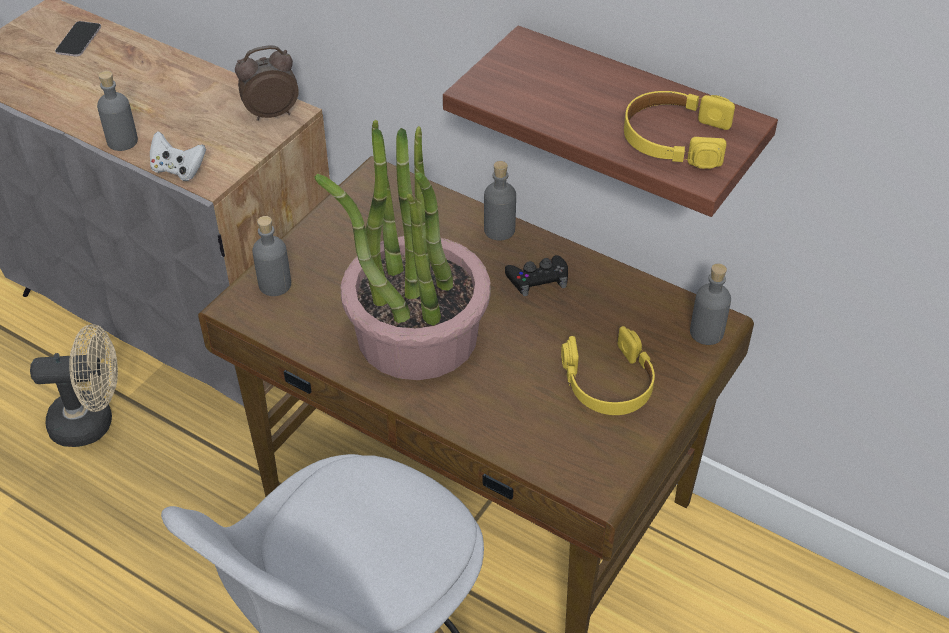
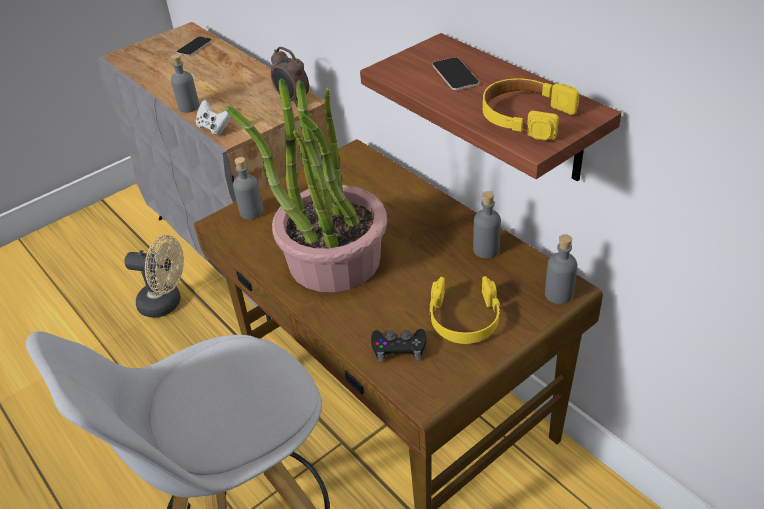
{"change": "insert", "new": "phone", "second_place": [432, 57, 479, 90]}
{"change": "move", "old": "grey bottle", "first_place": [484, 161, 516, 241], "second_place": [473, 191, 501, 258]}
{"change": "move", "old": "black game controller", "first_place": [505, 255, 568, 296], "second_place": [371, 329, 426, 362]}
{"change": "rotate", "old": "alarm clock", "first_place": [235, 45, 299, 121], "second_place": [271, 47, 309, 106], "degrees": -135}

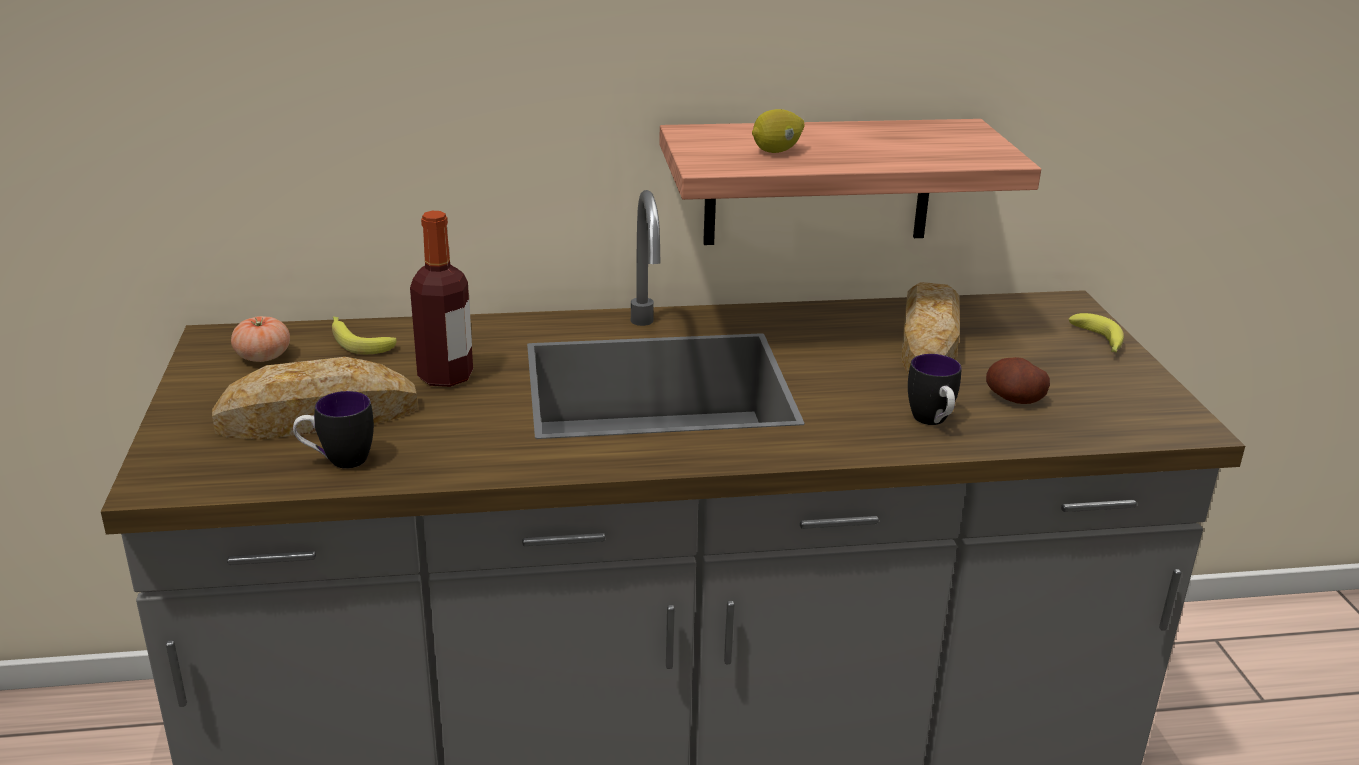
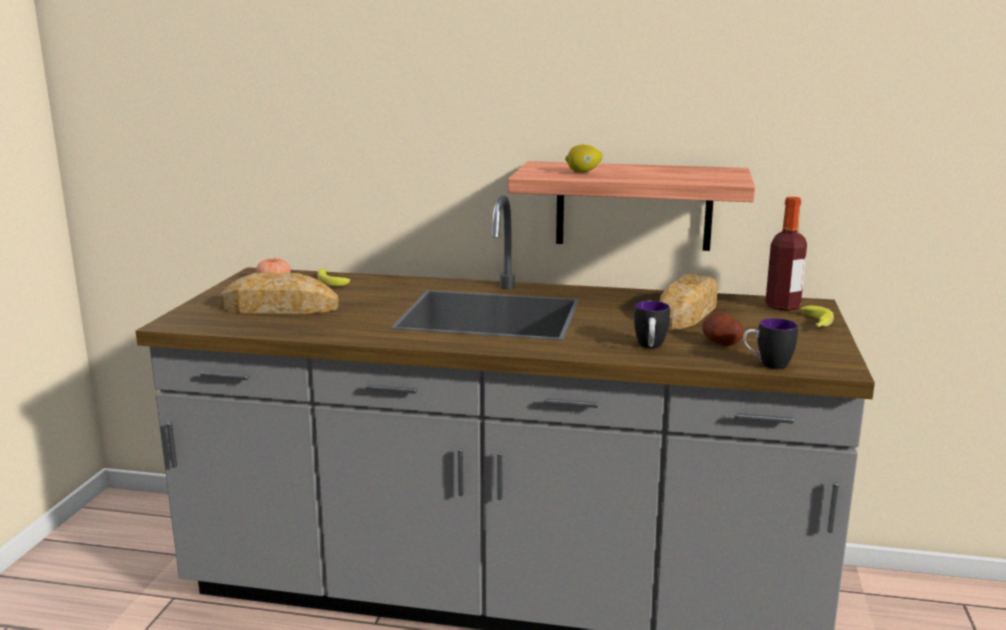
{"change": "move", "old": "mug", "first_place": [293, 391, 374, 469], "second_place": [743, 318, 798, 369]}
{"change": "move", "old": "bottle", "first_place": [410, 211, 473, 387], "second_place": [765, 197, 807, 311]}

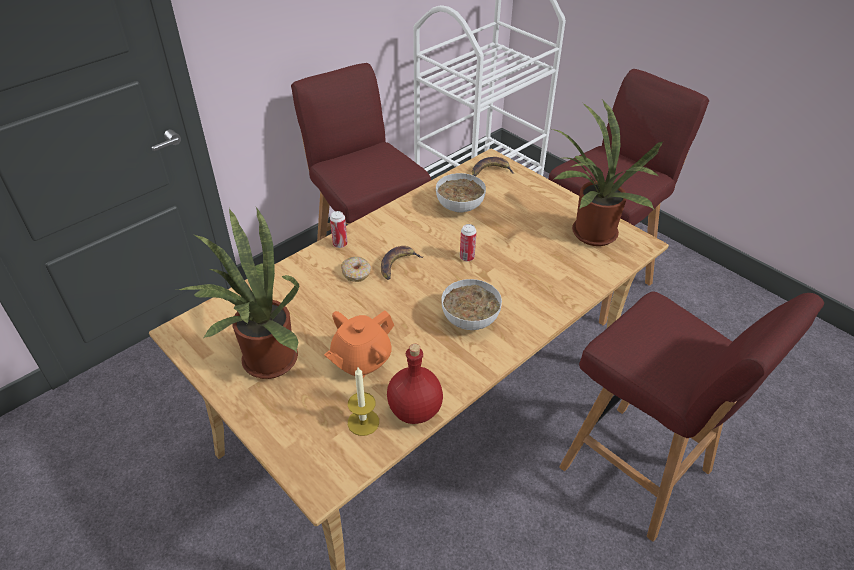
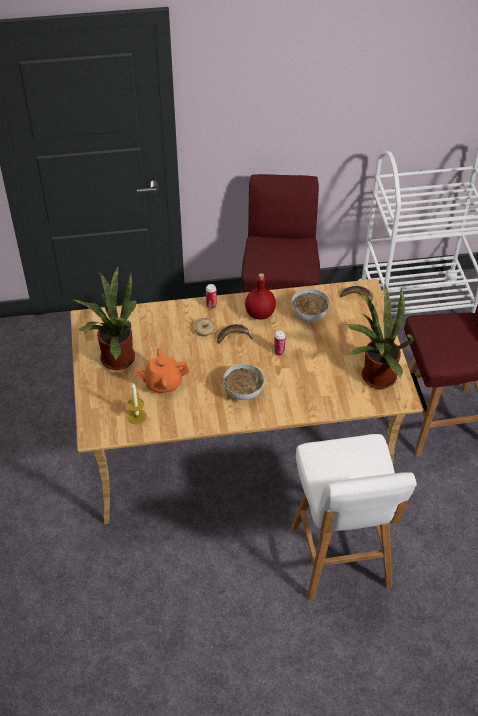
{"change": "move", "old": "red bottle", "first_place": [387, 344, 443, 424], "second_place": [245, 273, 276, 320]}
{"change": "recolor", "old": "red stool", "new": "white stool", "first_place": [559, 291, 824, 542], "second_place": [291, 434, 417, 600]}

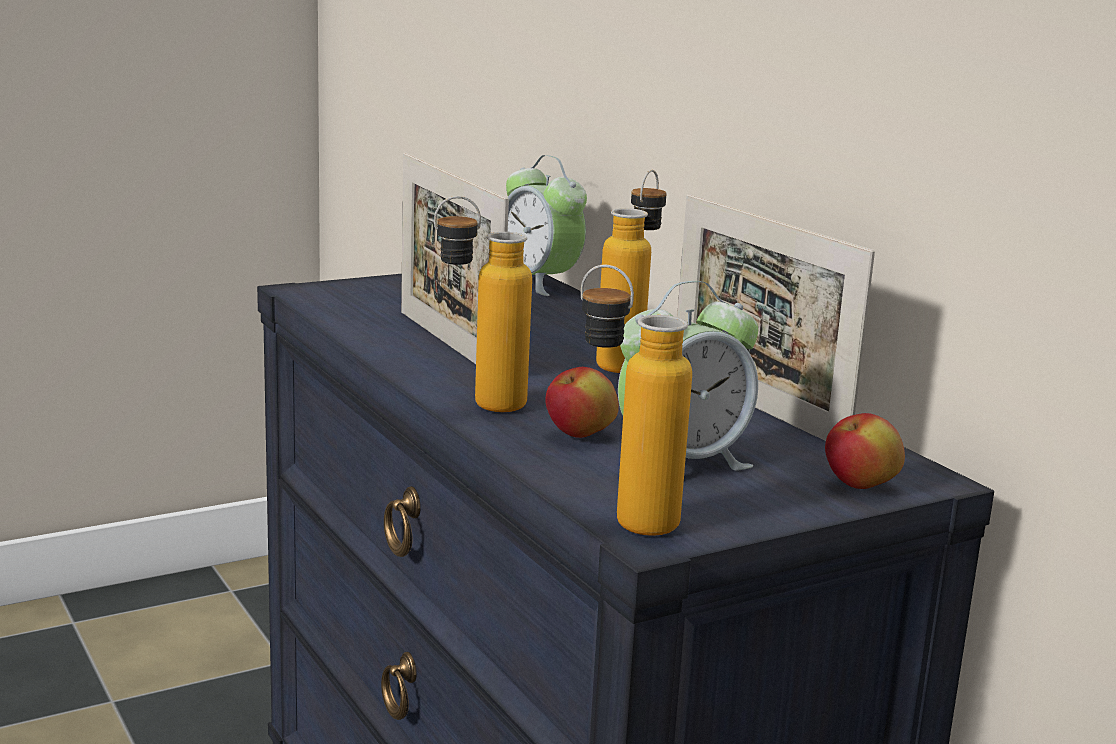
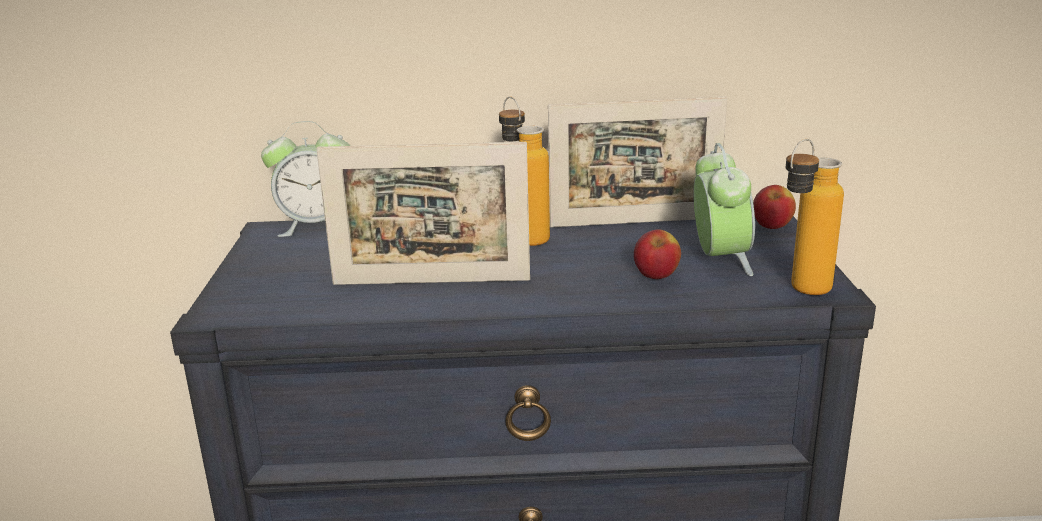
{"change": "delete", "old": "bottle", "first_place": [434, 196, 532, 412]}

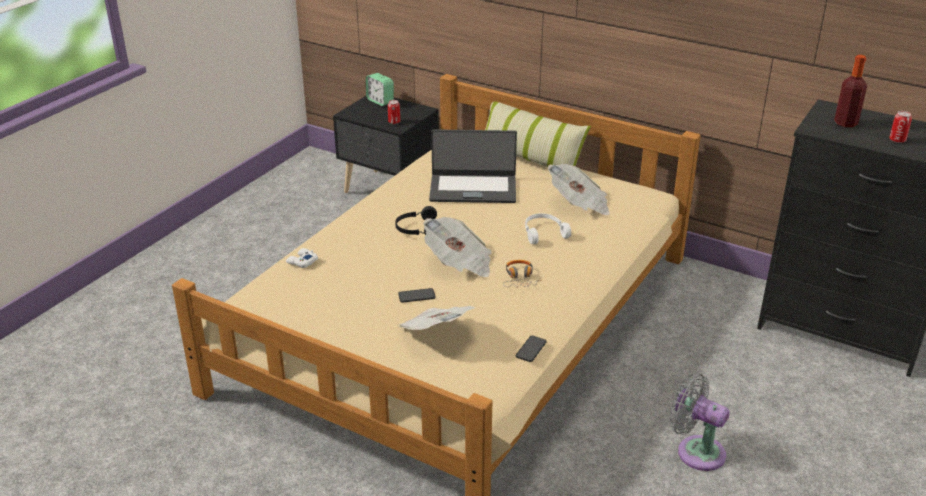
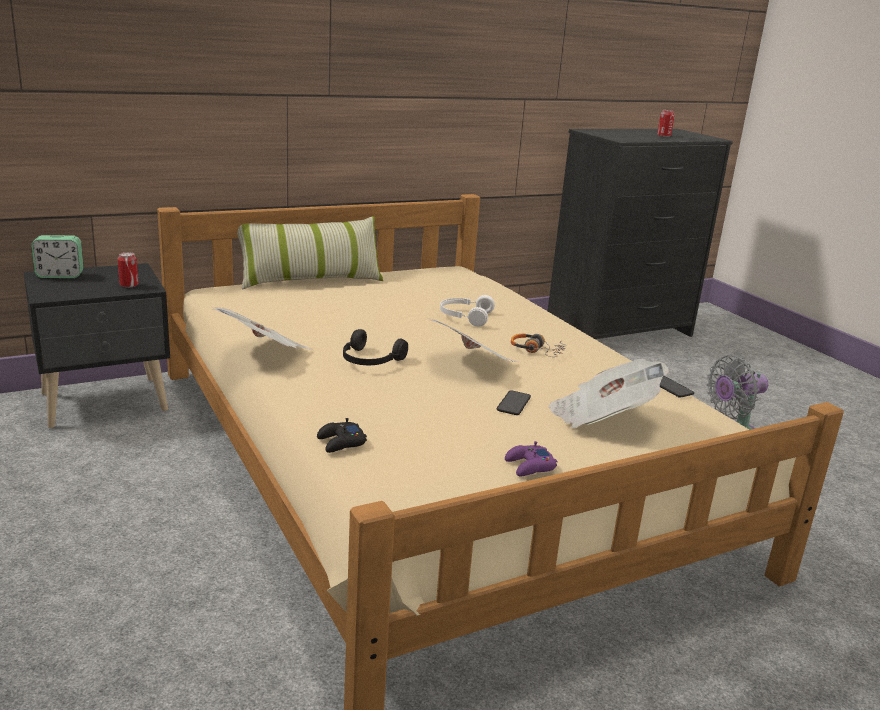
{"change": "delete", "old": "laptop", "first_place": [429, 129, 517, 203]}
{"change": "delete", "old": "bottle", "first_place": [834, 55, 867, 127]}
{"change": "insert", "new": "purple game controller", "second_place": [505, 441, 557, 476]}
{"change": "move", "old": "newspaper", "first_place": [548, 164, 610, 215], "second_place": [213, 308, 313, 349]}
{"change": "recolor", "old": "white game controller", "new": "black game controller", "first_place": [286, 248, 318, 268], "second_place": [317, 418, 367, 453]}

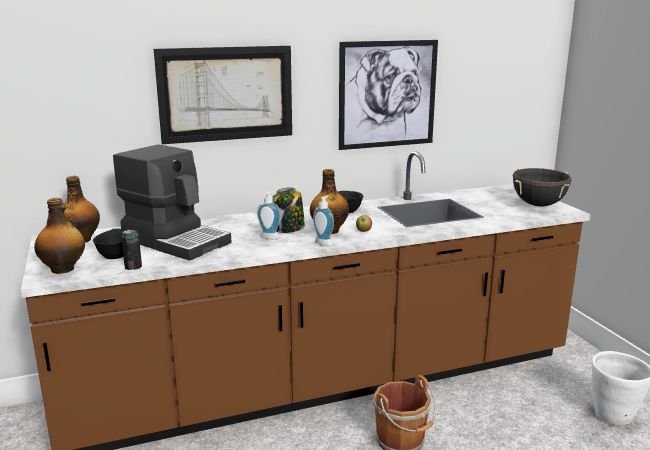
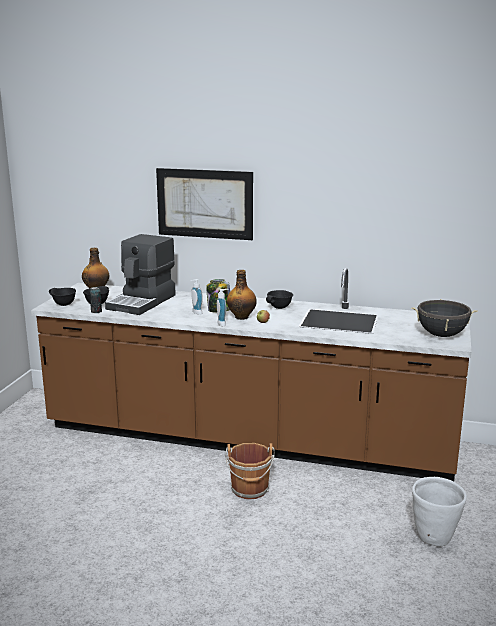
{"change": "delete", "old": "picture", "first_place": [339, 40, 438, 150]}
{"change": "replace", "old": "bottle", "new": "black bowl", "first_place": [34, 198, 85, 274], "second_place": [49, 288, 76, 306]}
{"change": "rotate", "old": "coffee machine", "first_place": [113, 145, 232, 261], "second_place": [105, 234, 176, 315], "degrees": 45}

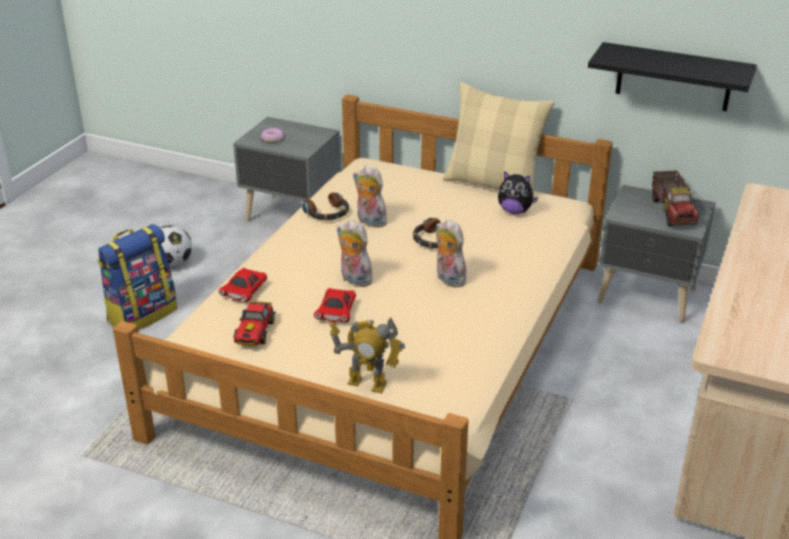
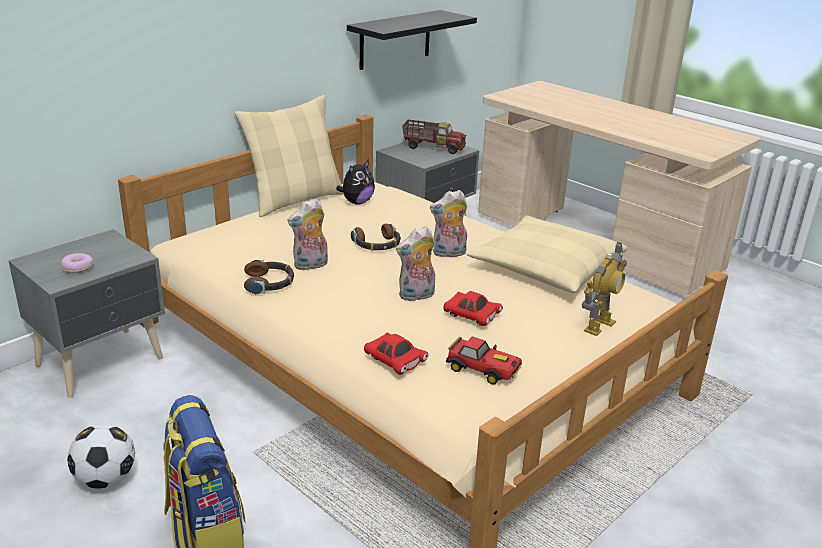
{"change": "insert", "new": "beige pillow", "second_place": [467, 216, 628, 293]}

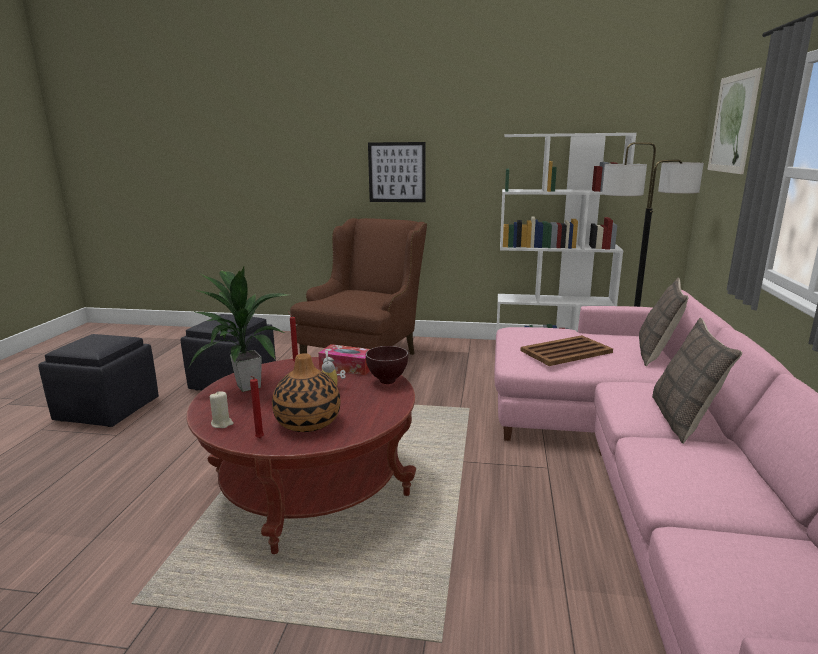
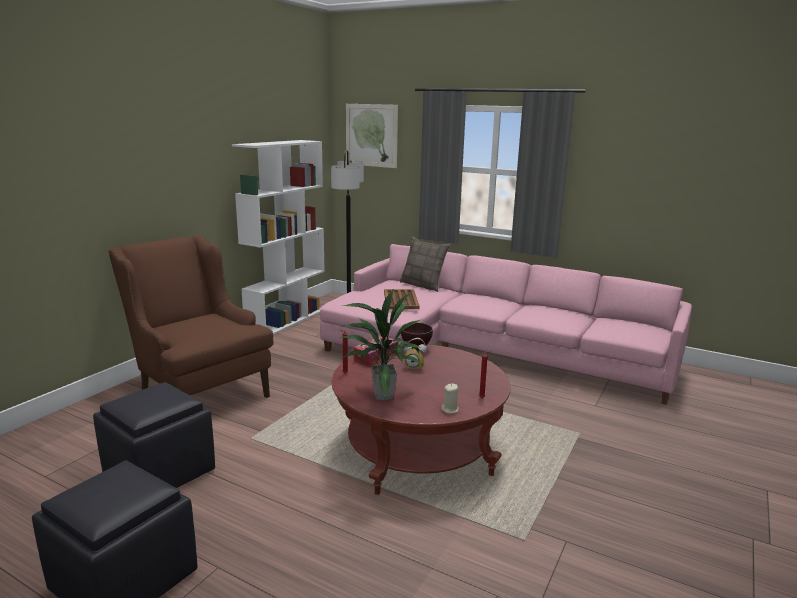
{"change": "delete", "old": "vase", "first_place": [272, 353, 340, 432]}
{"change": "delete", "old": "picture", "first_place": [368, 142, 426, 202]}
{"change": "delete", "old": "pillow", "first_place": [652, 318, 742, 444]}

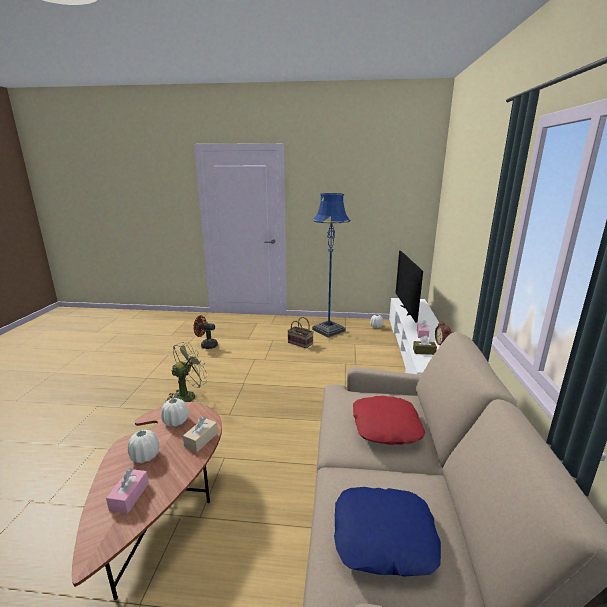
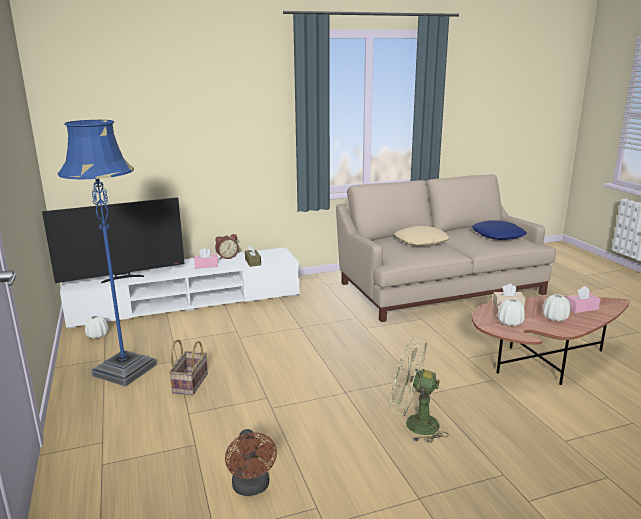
{"change": "recolor", "old": "red pillow", "new": "beige pillow", "first_place": [353, 396, 425, 445], "second_place": [395, 226, 450, 246]}

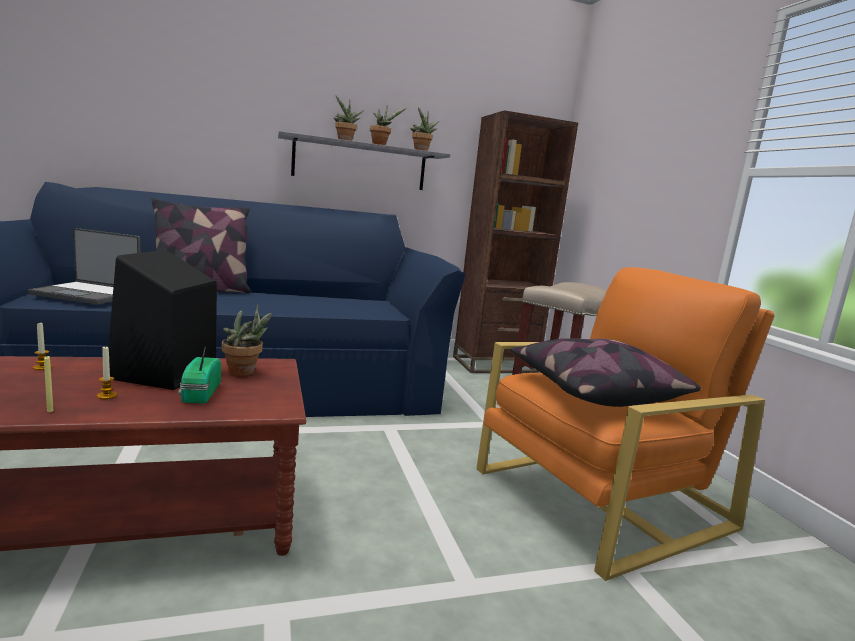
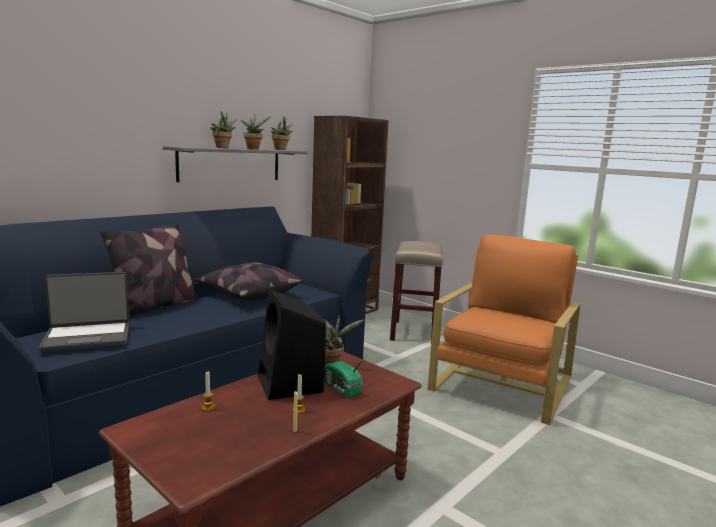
{"change": "move", "old": "pillow", "first_place": [510, 338, 701, 407], "second_place": [195, 262, 304, 300]}

